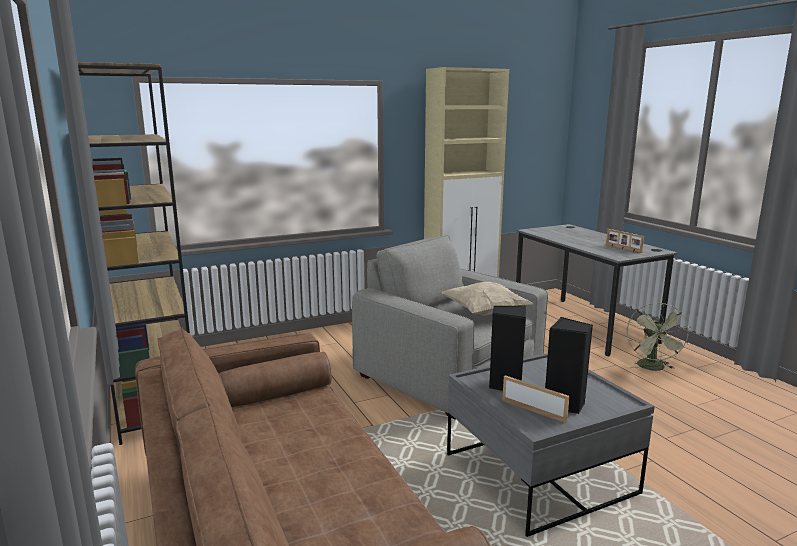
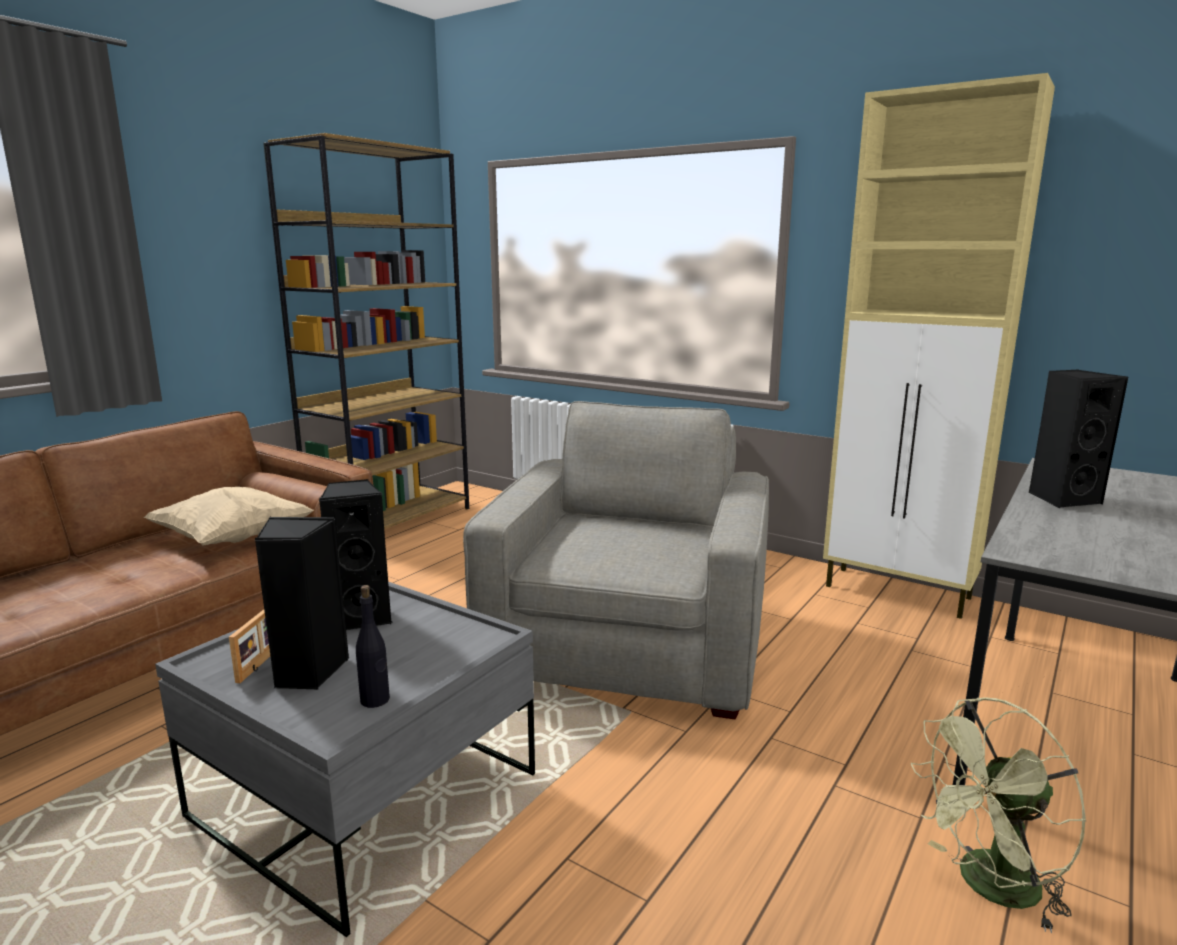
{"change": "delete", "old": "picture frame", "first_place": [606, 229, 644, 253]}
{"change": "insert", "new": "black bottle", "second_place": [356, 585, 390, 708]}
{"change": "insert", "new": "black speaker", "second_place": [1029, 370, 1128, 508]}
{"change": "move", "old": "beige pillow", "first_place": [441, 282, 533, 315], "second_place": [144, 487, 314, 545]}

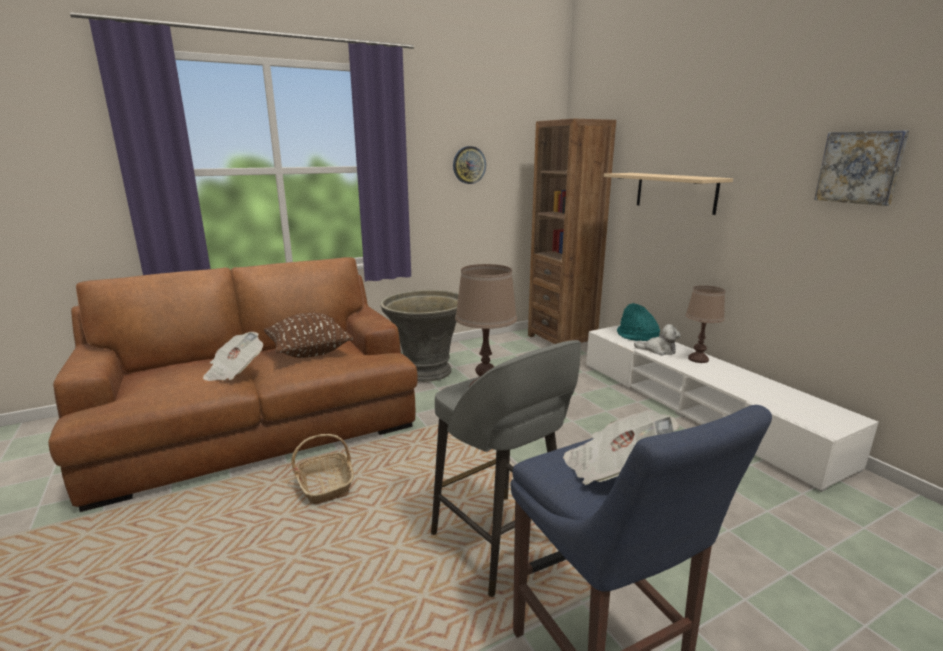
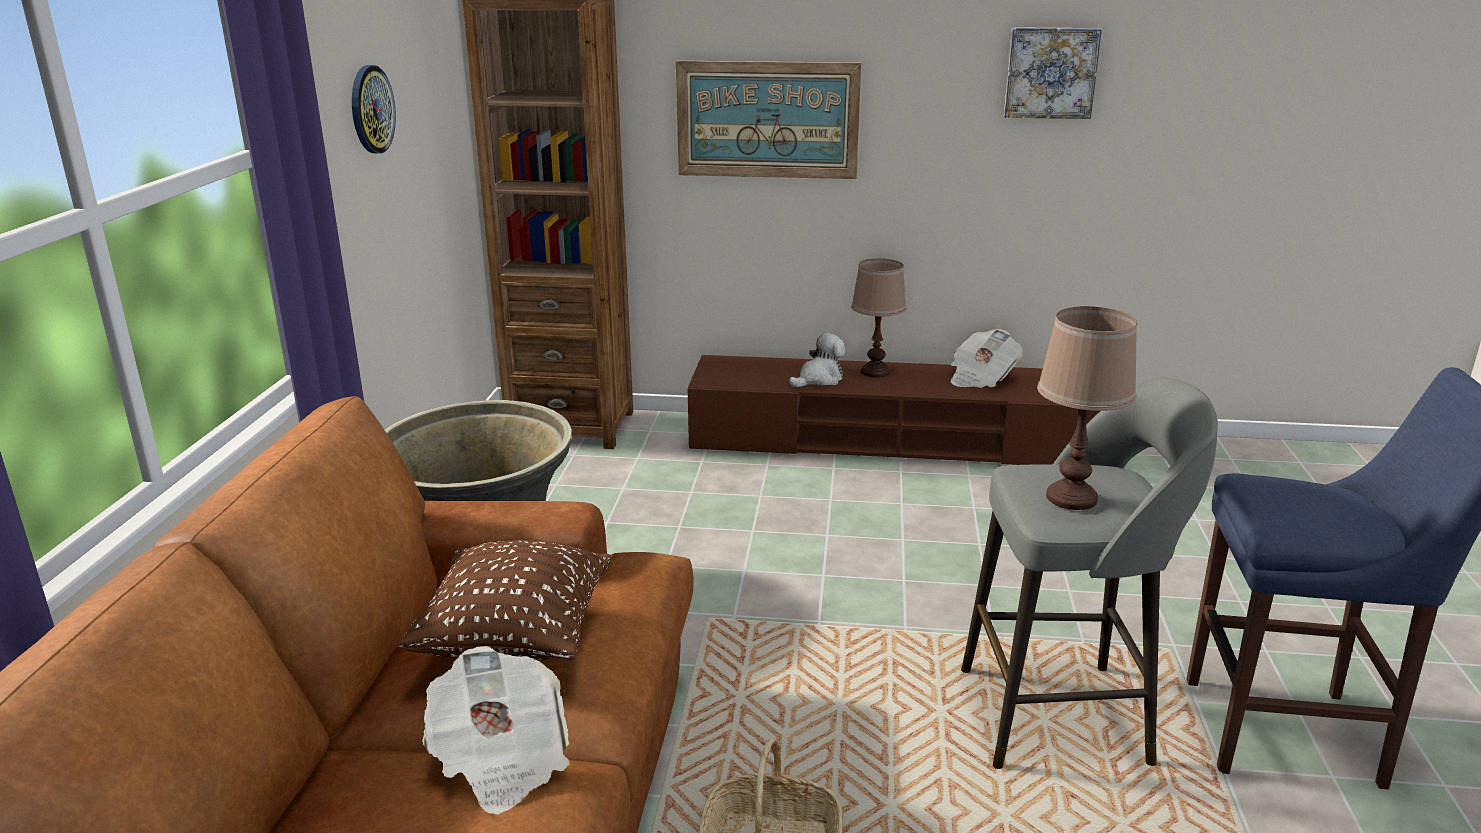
{"change": "delete", "old": "turquoise hat", "first_place": [617, 303, 660, 341]}
{"change": "move", "old": "newspaper", "first_place": [563, 410, 679, 485], "second_place": [951, 329, 1023, 388]}
{"change": "replace", "old": "beige shelf", "new": "picture", "first_place": [604, 173, 733, 215], "second_place": [676, 61, 861, 179]}
{"change": "recolor", "old": "white tv stand", "new": "brown tv stand", "first_place": [586, 325, 879, 492], "second_place": [688, 355, 1100, 465]}

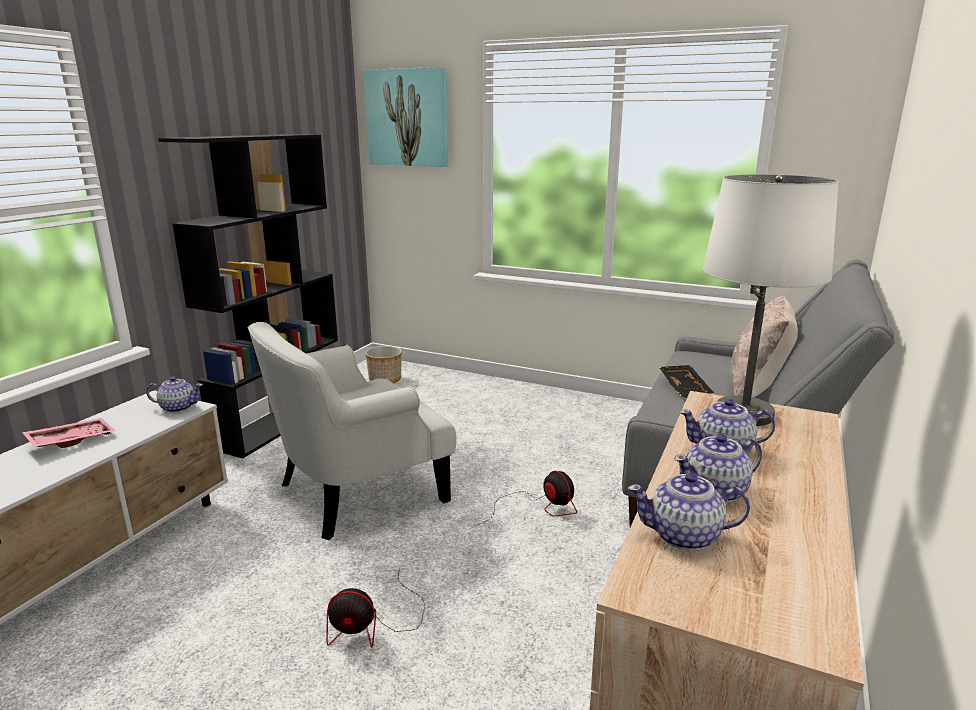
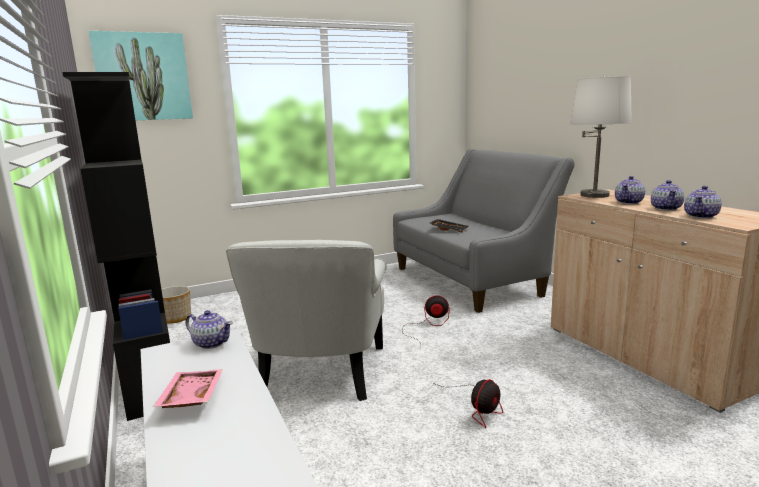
{"change": "delete", "old": "beige pillow", "first_place": [731, 296, 798, 397]}
{"change": "rotate", "old": "teapot", "first_place": [146, 377, 203, 413], "second_place": [185, 310, 232, 349], "degrees": 75}

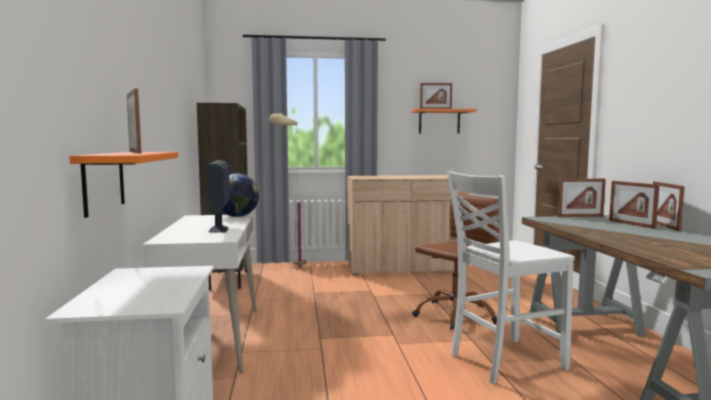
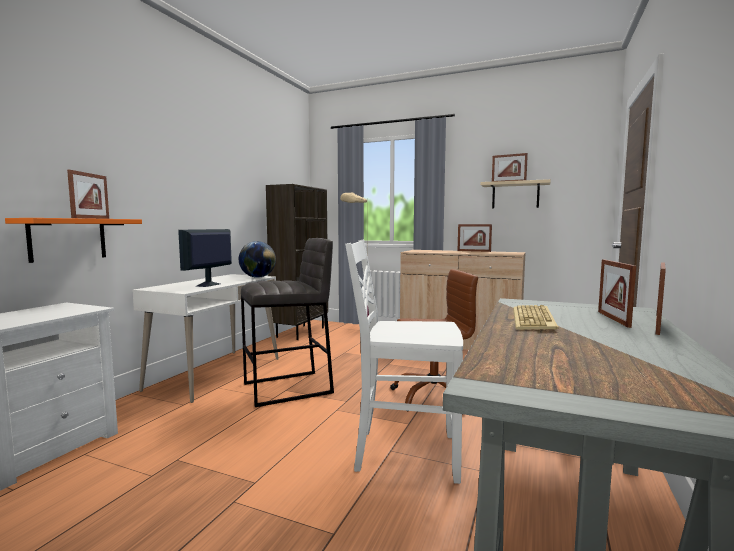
{"change": "insert", "new": "grey stool", "second_place": [241, 238, 334, 407]}
{"change": "insert", "new": "keyboard", "second_place": [513, 305, 558, 330]}
{"change": "move", "old": "picture frame", "first_place": [557, 179, 606, 217], "second_place": [458, 224, 492, 252]}
{"change": "recolor", "old": "orange shelf", "new": "beige shelf", "first_place": [411, 108, 477, 134], "second_place": [480, 179, 551, 208]}

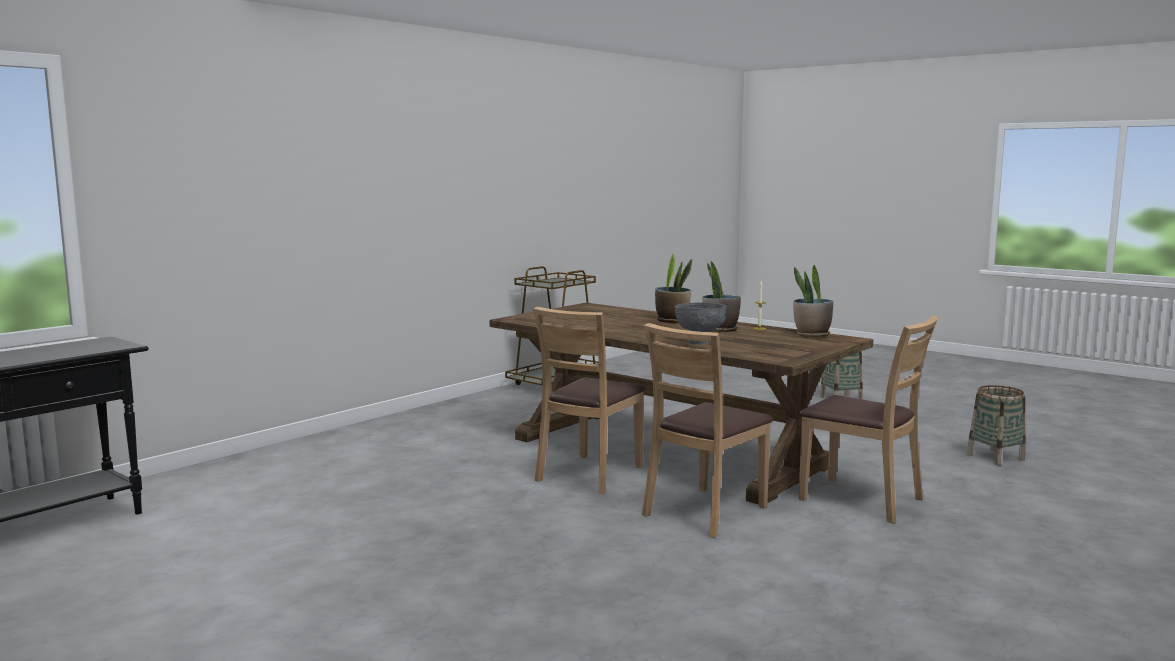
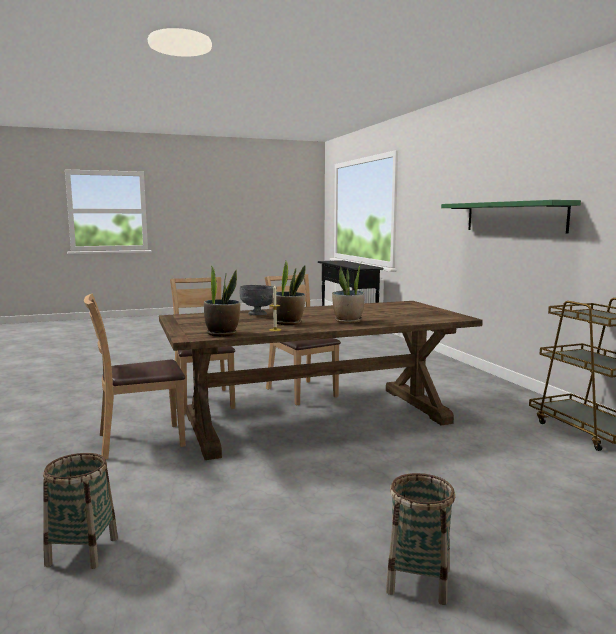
{"change": "insert", "new": "green shelf", "second_place": [441, 200, 581, 234]}

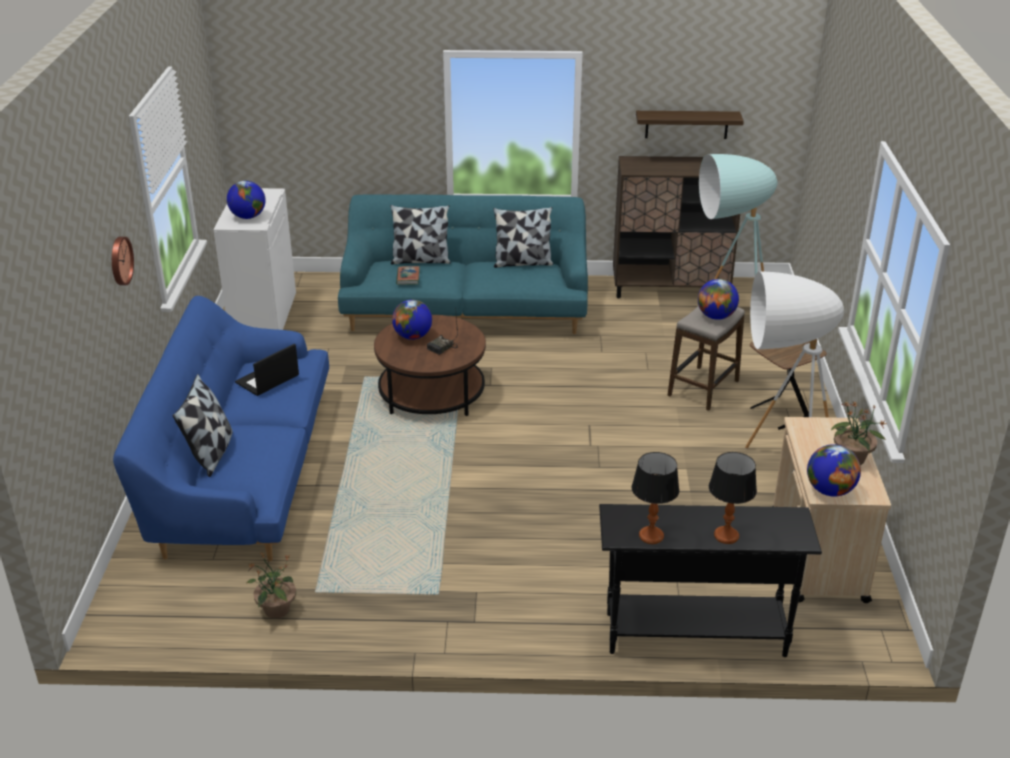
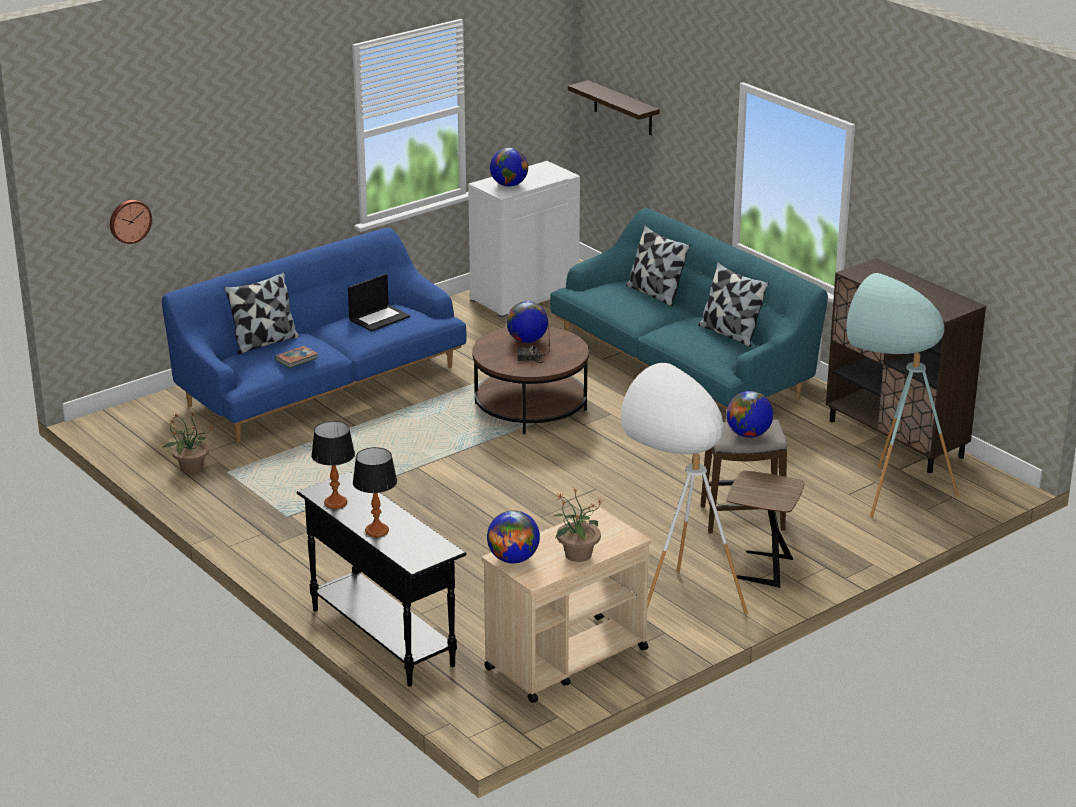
{"change": "move", "old": "wall clock", "first_place": [112, 237, 134, 285], "second_place": [110, 200, 152, 244]}
{"change": "move", "old": "book", "first_place": [396, 266, 420, 285], "second_place": [275, 346, 318, 368]}
{"change": "move", "old": "shelf", "first_place": [636, 111, 744, 139], "second_place": [568, 80, 660, 135]}
{"change": "rotate", "old": "laptop", "first_place": [235, 344, 299, 396], "second_place": [348, 274, 410, 332], "degrees": 135}

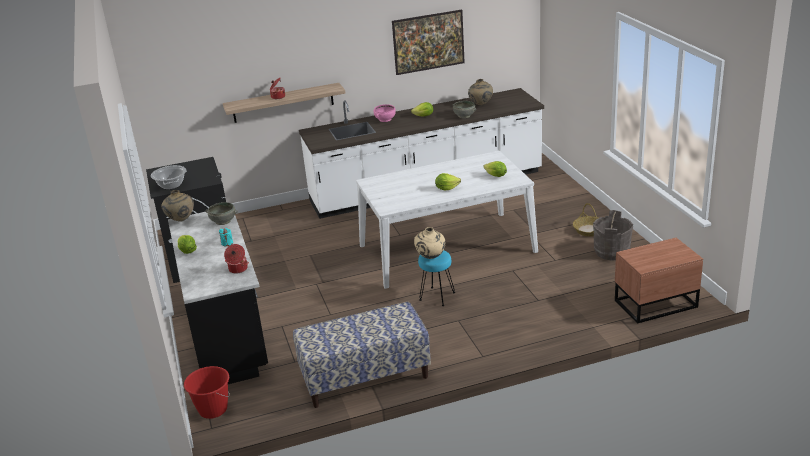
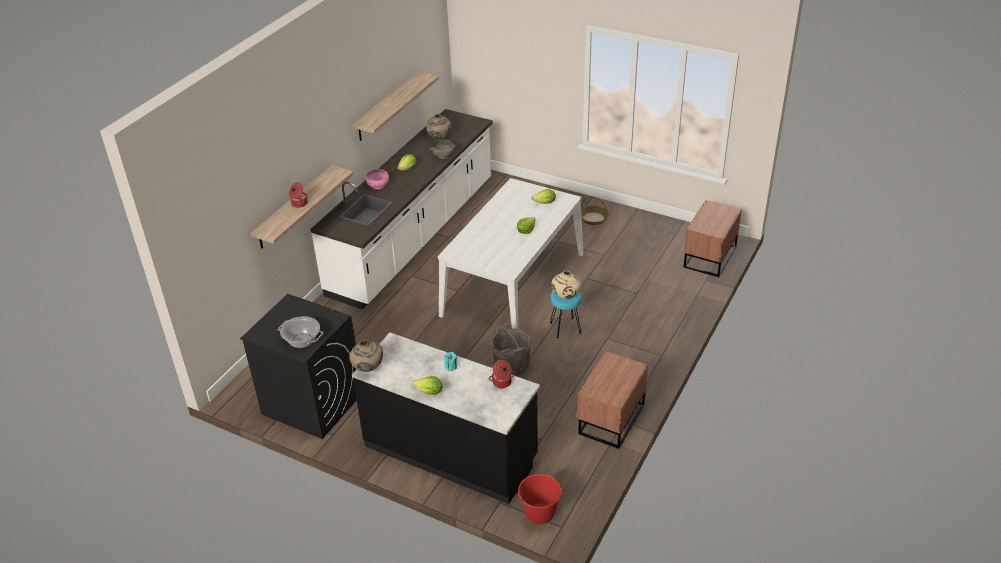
{"change": "delete", "old": "grey bowl", "first_place": [205, 202, 238, 225]}
{"change": "move", "old": "grey bucket", "first_place": [593, 210, 633, 261], "second_place": [491, 324, 531, 376]}
{"change": "replace", "old": "bench", "new": "brown nightstand", "first_place": [293, 302, 431, 408], "second_place": [577, 351, 648, 449]}
{"change": "replace", "old": "picture", "new": "shelf", "first_place": [392, 10, 465, 75], "second_place": [352, 71, 439, 141]}

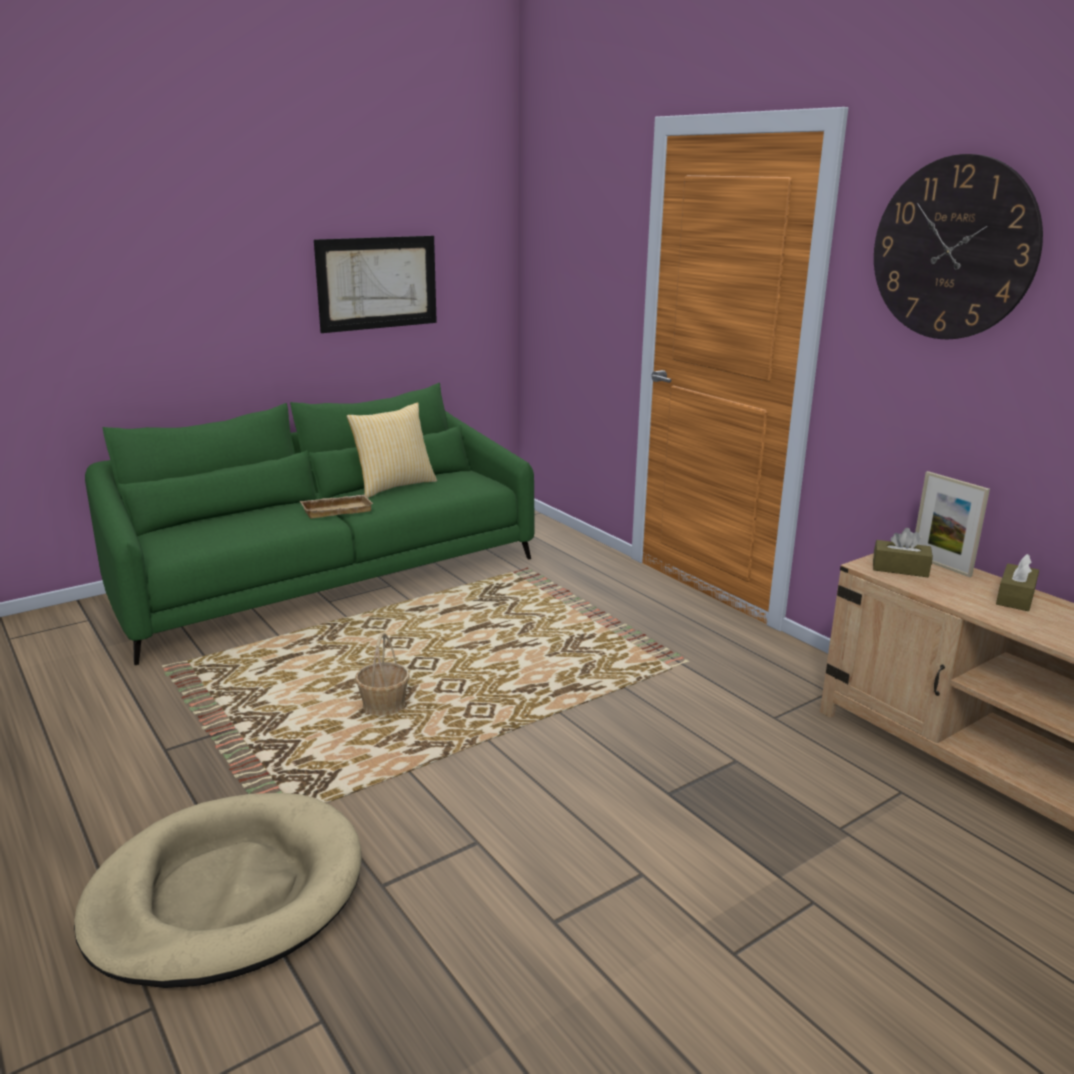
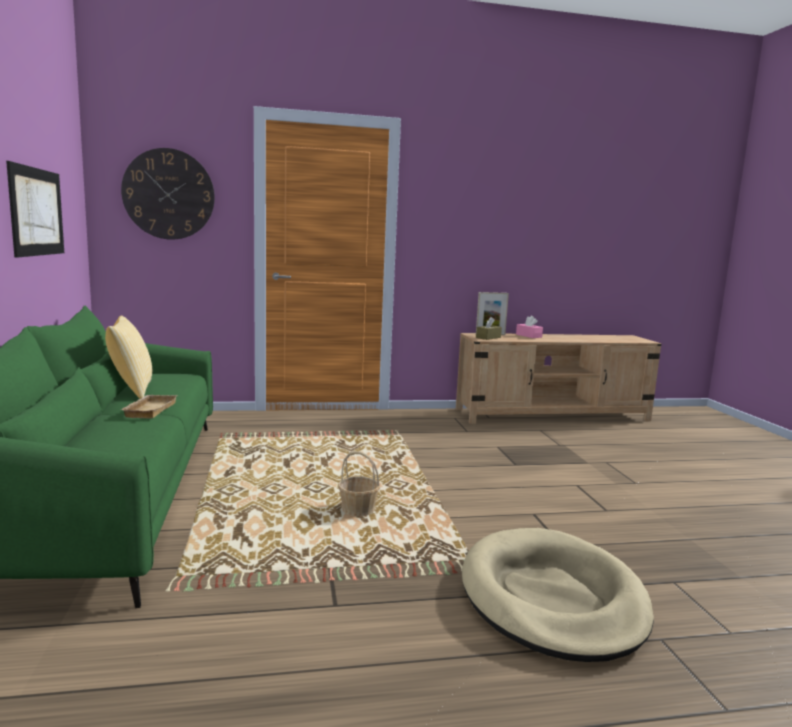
{"change": "move", "old": "wall clock", "first_place": [874, 154, 1043, 339], "second_place": [121, 148, 215, 240]}
{"change": "recolor", "old": "brown tissue box", "new": "pink tissue box", "first_place": [996, 554, 1039, 612], "second_place": [516, 316, 543, 338]}

